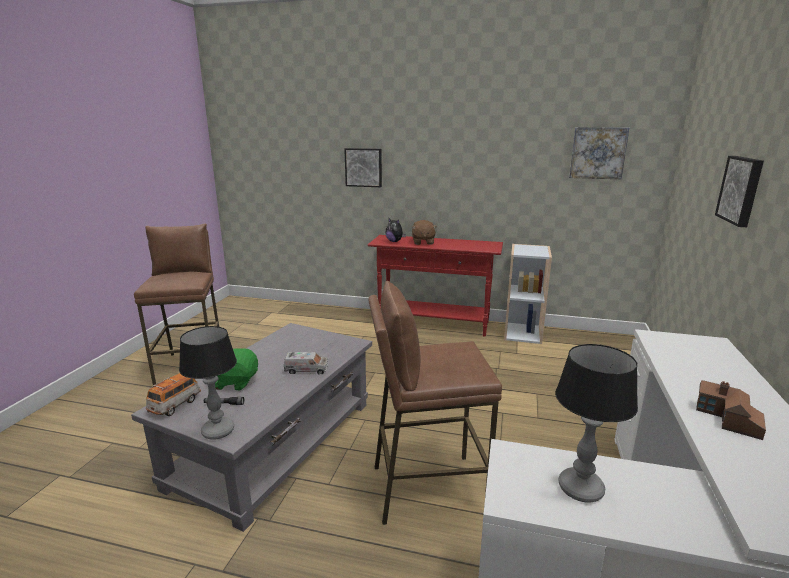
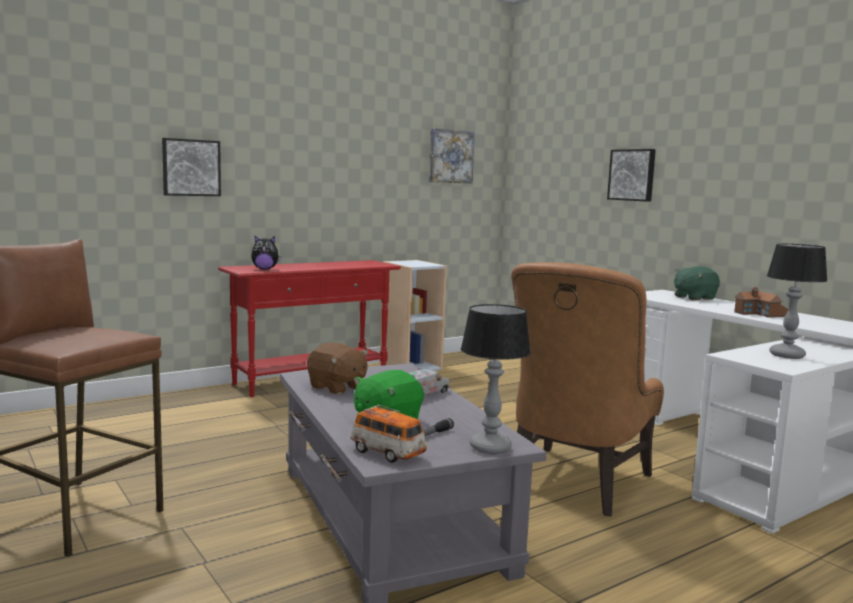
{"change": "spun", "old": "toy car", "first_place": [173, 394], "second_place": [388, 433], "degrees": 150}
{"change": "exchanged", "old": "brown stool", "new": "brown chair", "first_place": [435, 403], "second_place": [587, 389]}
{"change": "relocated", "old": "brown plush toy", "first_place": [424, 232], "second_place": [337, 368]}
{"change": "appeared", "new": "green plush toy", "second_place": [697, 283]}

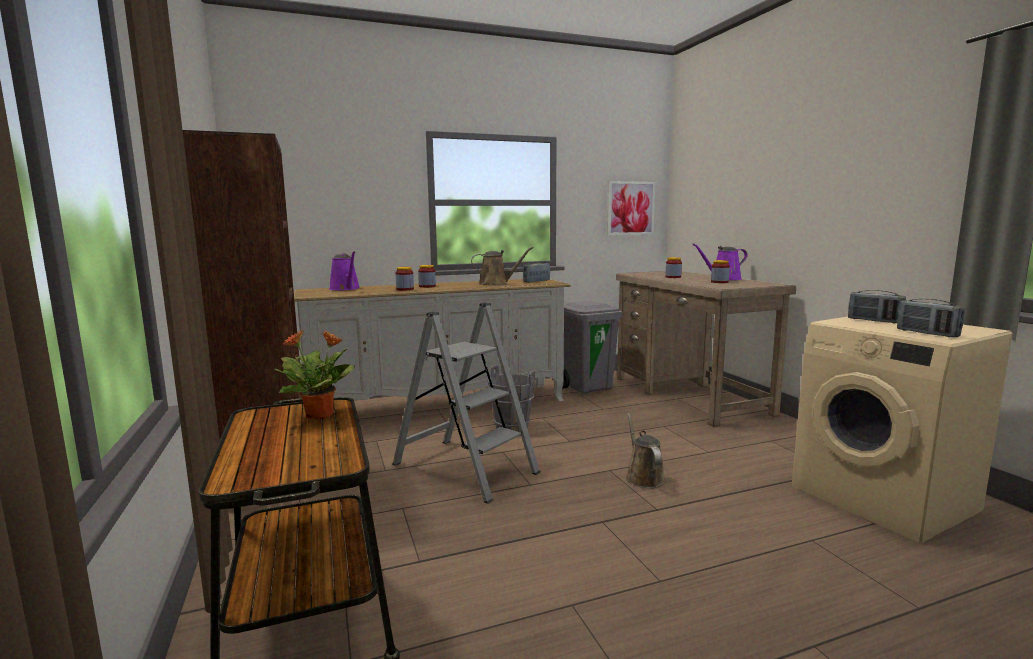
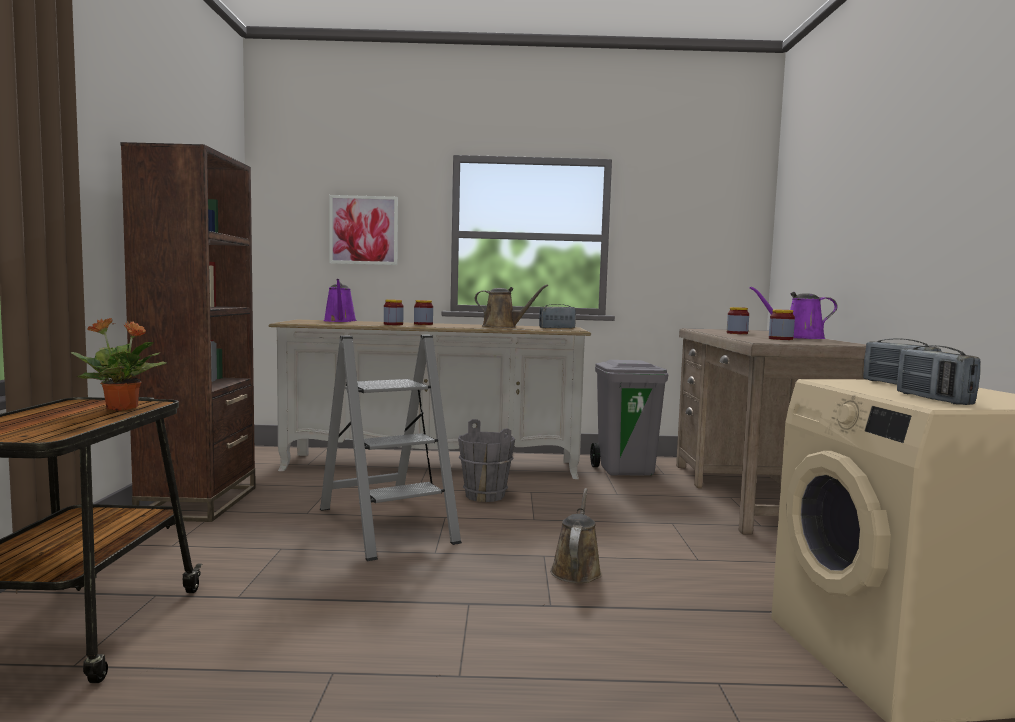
{"change": "relocated", "old": "picture", "first_place": [631, 208], "second_place": [363, 230]}

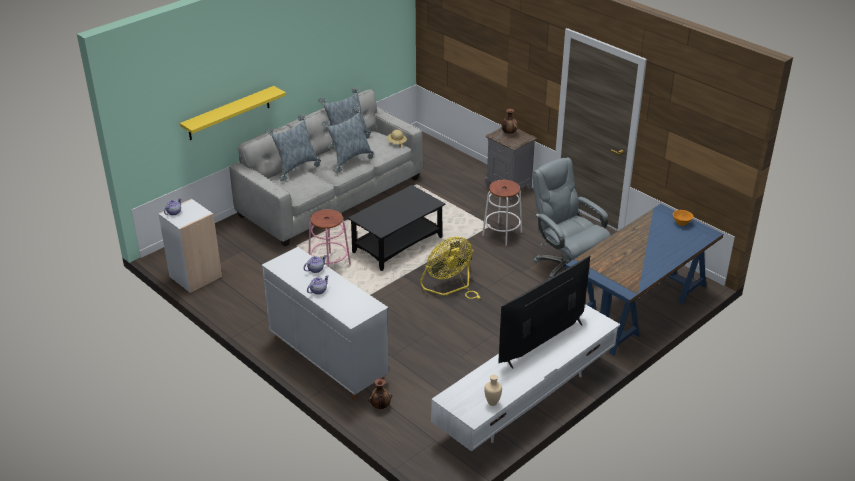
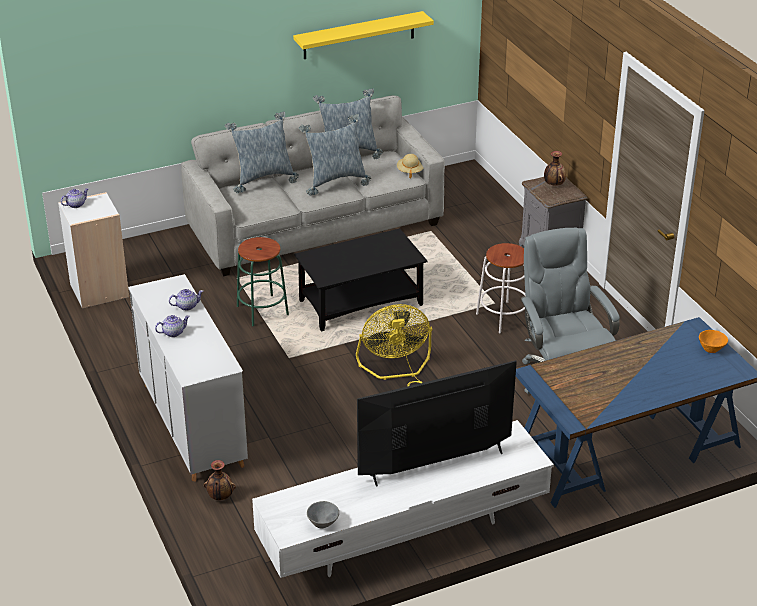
{"change": "relocated", "old": "yellow shelf", "first_place": [233, 113], "second_place": [363, 35]}
{"change": "colour", "old": "pink stool", "new": "green stool", "first_place": [330, 238], "second_place": [263, 282]}
{"change": "exchanged", "old": "beige vase", "new": "grey bowl", "first_place": [493, 390], "second_place": [323, 515]}

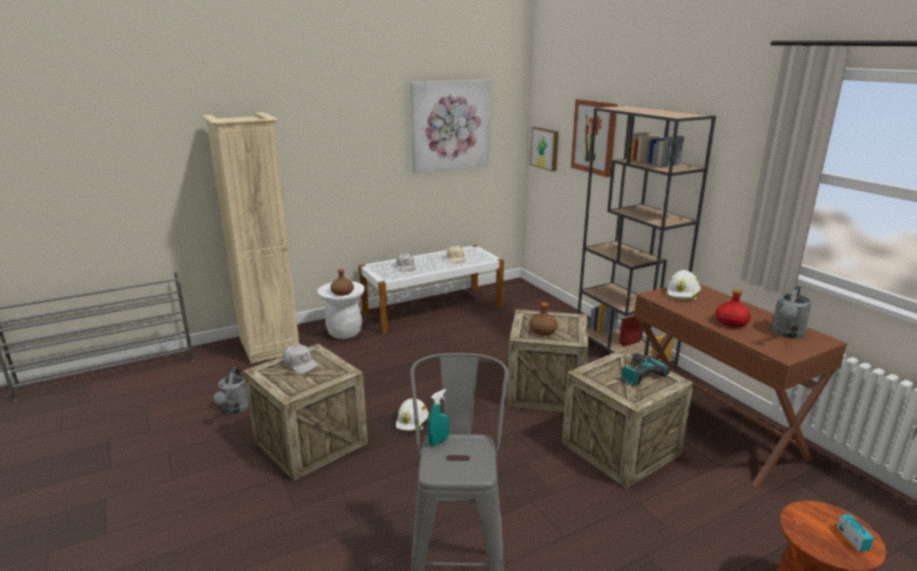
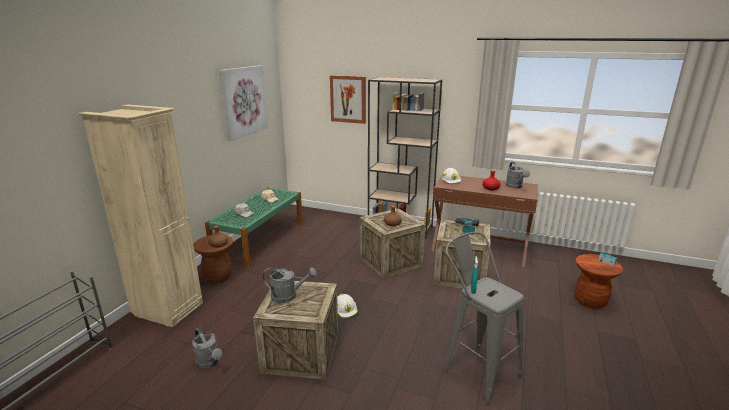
{"change": "exchanged", "old": "white cap", "new": "grey watering can", "first_place": [301, 359], "second_place": [290, 285]}
{"change": "colour", "old": "white stool", "new": "brown stool", "first_place": [341, 310], "second_place": [213, 259]}
{"change": "colour", "old": "white bench", "new": "green bench", "first_place": [431, 289], "second_place": [254, 227]}
{"change": "missing", "old": "picture", "first_place": [544, 149]}

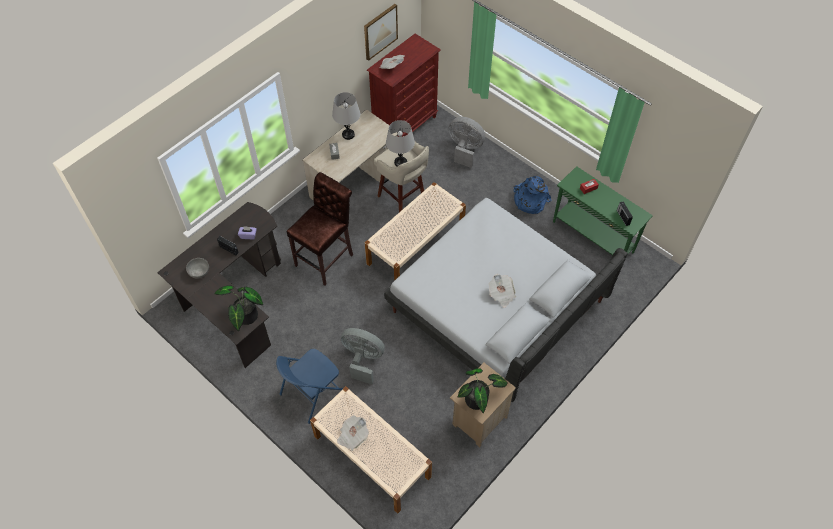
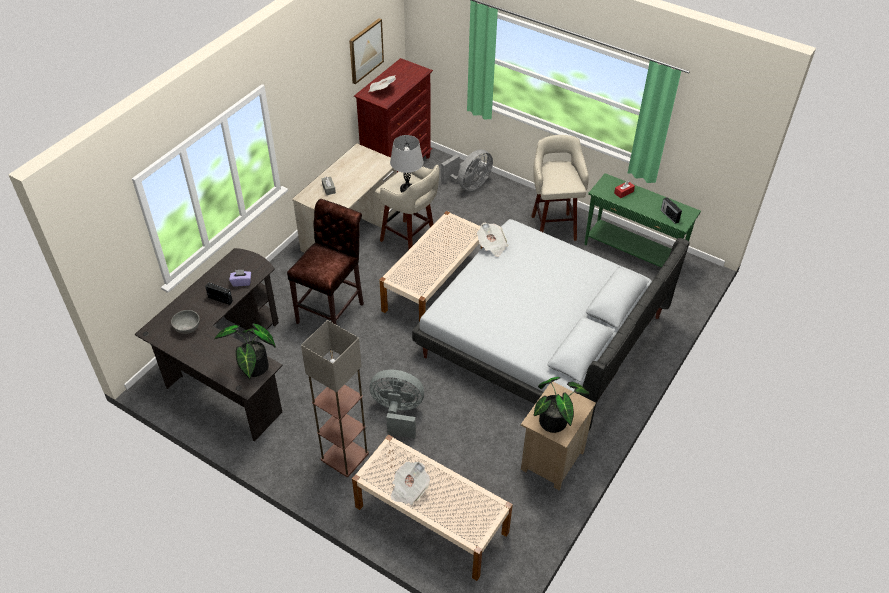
{"change": "exchanged", "old": "blue chair", "new": "floor lamp", "first_place": [309, 386], "second_place": [335, 398]}
{"change": "missing", "old": "grey table lamp", "first_place": [346, 116]}
{"change": "spun", "old": "grey fan", "first_place": [466, 142], "second_place": [467, 170], "degrees": 120}
{"change": "relocated", "old": "newspaper", "first_place": [502, 290], "second_place": [492, 239]}
{"change": "exchanged", "old": "blue backpack", "new": "beige stool", "first_place": [532, 195], "second_place": [560, 188]}

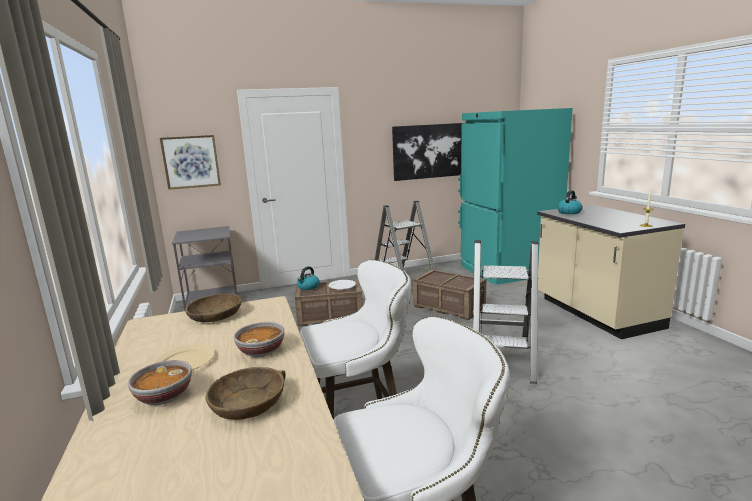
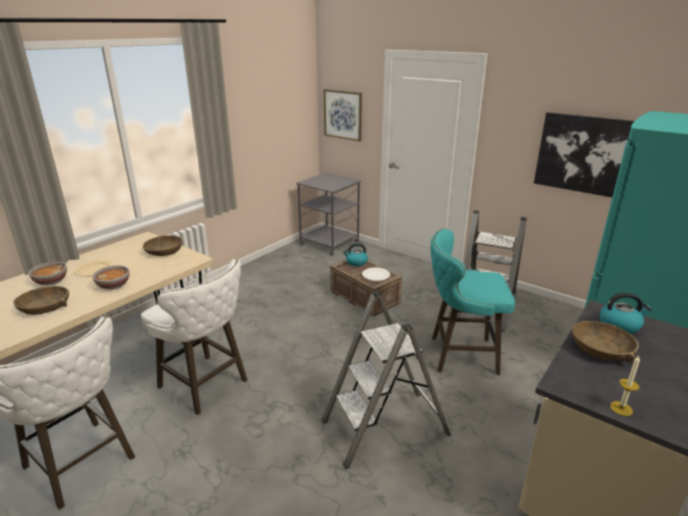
{"change": "exchanged", "old": "crate", "new": "turquoise stool", "first_place": [449, 294], "second_place": [473, 302]}
{"change": "appeared", "new": "brown bowl", "second_place": [605, 342]}

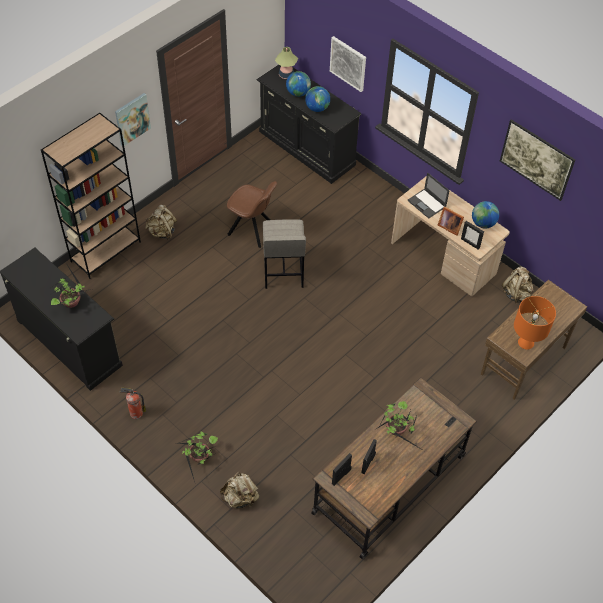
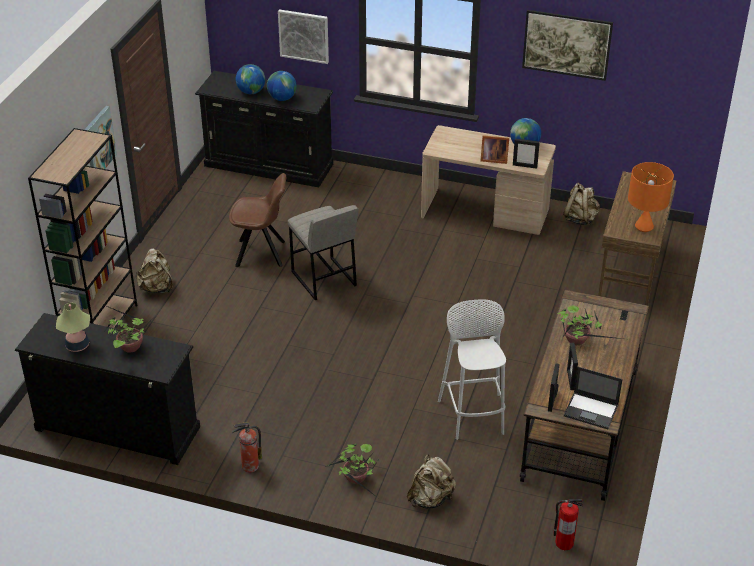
{"change": "relocated", "old": "table lamp", "first_place": [286, 63], "second_place": [73, 327]}
{"change": "relocated", "old": "laptop", "first_place": [429, 195], "second_place": [593, 398]}
{"change": "appeared", "new": "white stool", "second_place": [472, 369]}
{"change": "appeared", "new": "fire extinguisher", "second_place": [568, 524]}

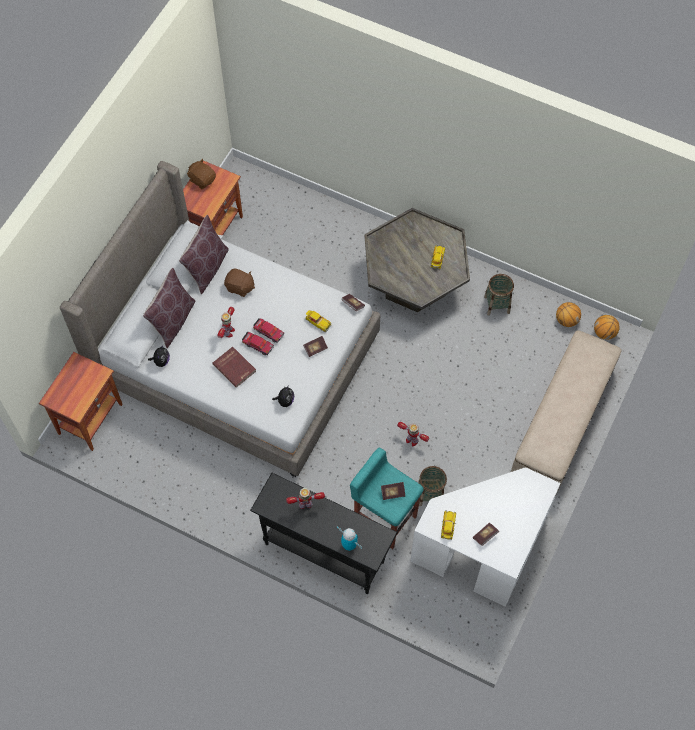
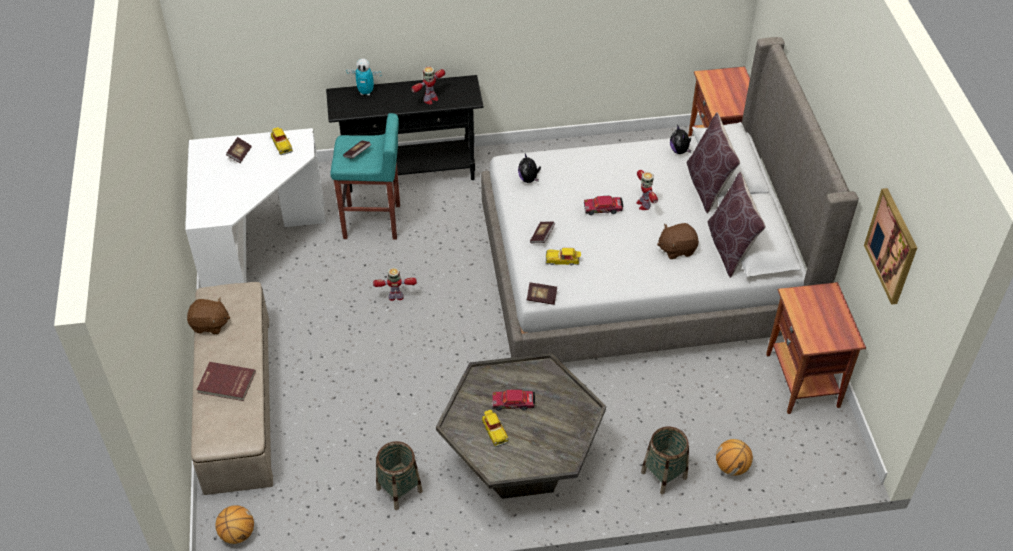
{"change": "relocated", "old": "brown plush toy", "first_place": [201, 174], "second_place": [208, 316]}
{"change": "relocated", "old": "red book", "first_place": [234, 367], "second_place": [226, 381]}
{"change": "relocated", "old": "toy car", "first_place": [268, 330], "second_place": [513, 400]}
{"change": "relocated", "old": "basket", "first_place": [432, 486], "second_place": [665, 461]}
{"change": "relocated", "old": "basketball", "first_place": [568, 314], "second_place": [734, 457]}
{"change": "appeared", "new": "picture", "second_place": [890, 246]}

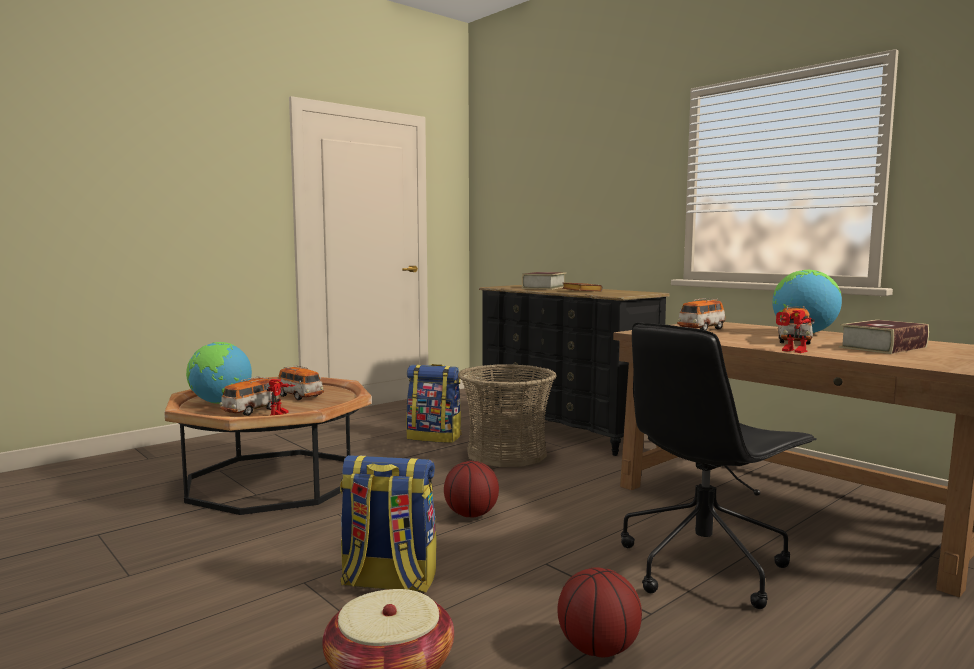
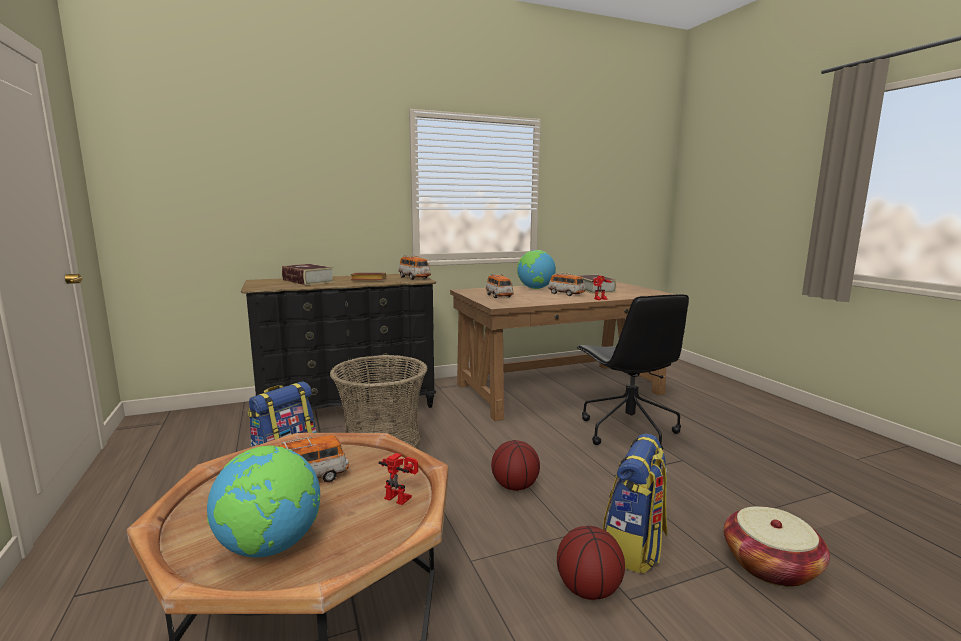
{"change": "relocated", "old": "toy car", "first_place": [249, 396], "second_place": [414, 267]}
{"change": "relocated", "old": "basketball", "first_place": [599, 612], "second_place": [591, 563]}

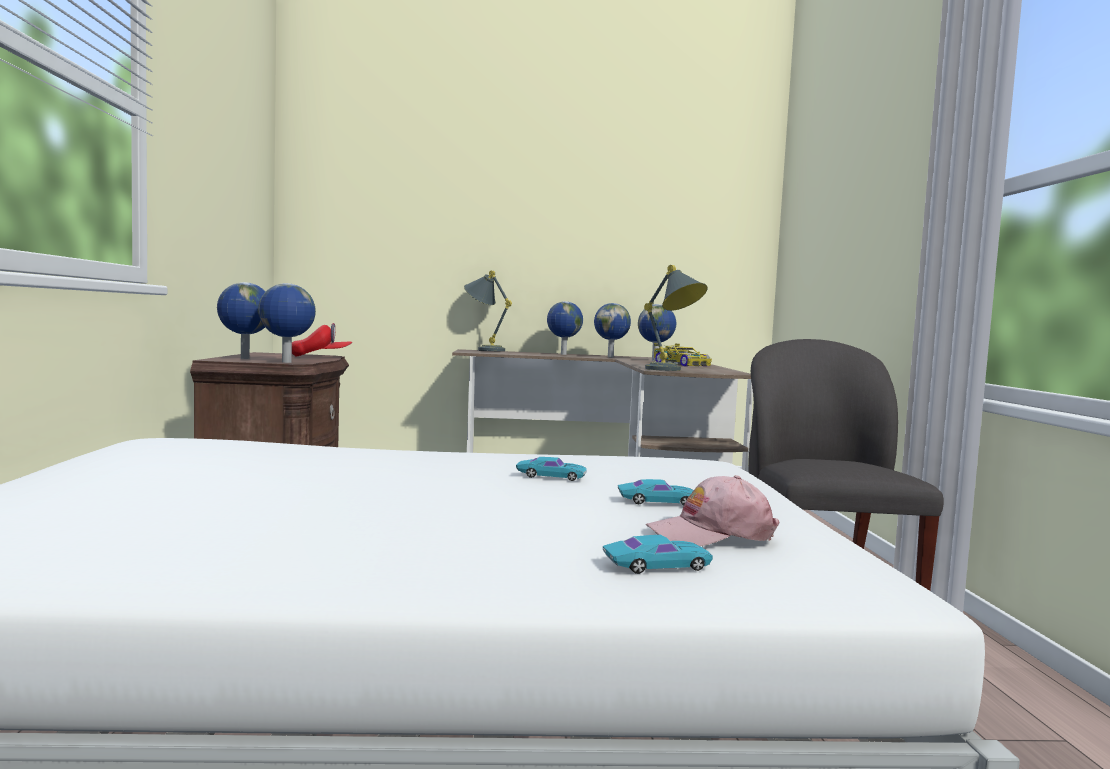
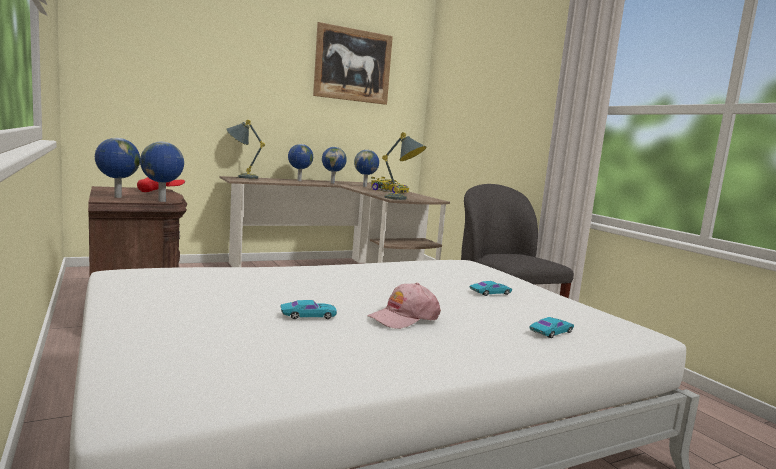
{"change": "relocated", "old": "turquoise toy car", "first_place": [551, 469], "second_place": [308, 309]}
{"change": "relocated", "old": "pink cap", "first_place": [713, 510], "second_place": [404, 306]}
{"change": "appeared", "new": "picture", "second_place": [353, 63]}

